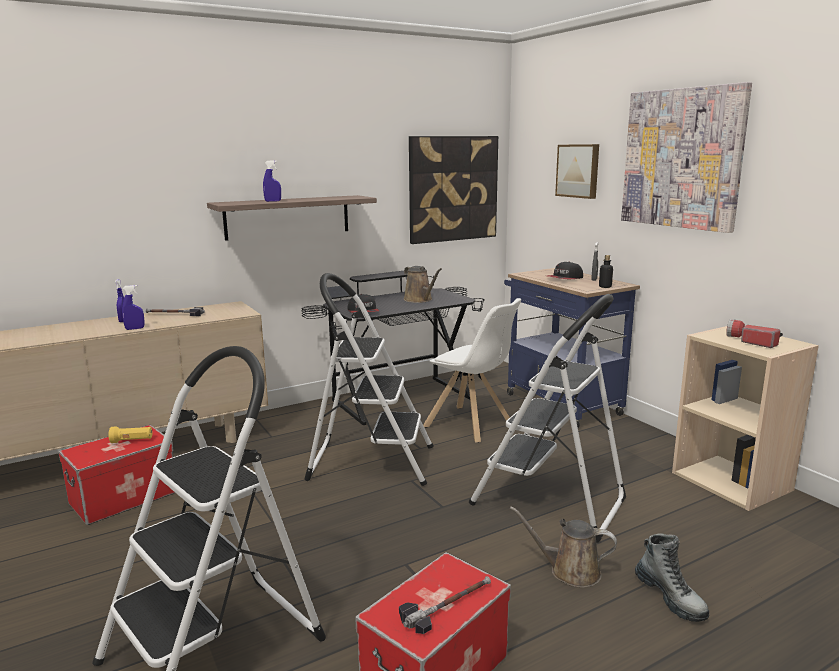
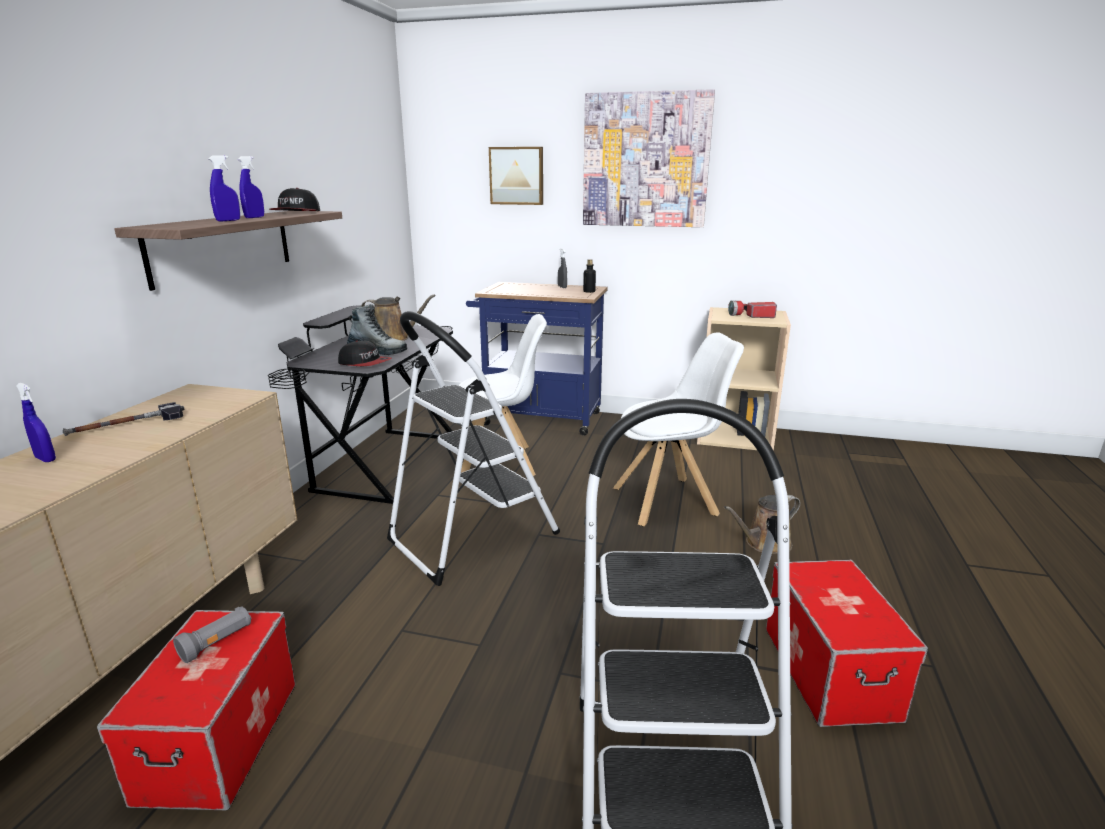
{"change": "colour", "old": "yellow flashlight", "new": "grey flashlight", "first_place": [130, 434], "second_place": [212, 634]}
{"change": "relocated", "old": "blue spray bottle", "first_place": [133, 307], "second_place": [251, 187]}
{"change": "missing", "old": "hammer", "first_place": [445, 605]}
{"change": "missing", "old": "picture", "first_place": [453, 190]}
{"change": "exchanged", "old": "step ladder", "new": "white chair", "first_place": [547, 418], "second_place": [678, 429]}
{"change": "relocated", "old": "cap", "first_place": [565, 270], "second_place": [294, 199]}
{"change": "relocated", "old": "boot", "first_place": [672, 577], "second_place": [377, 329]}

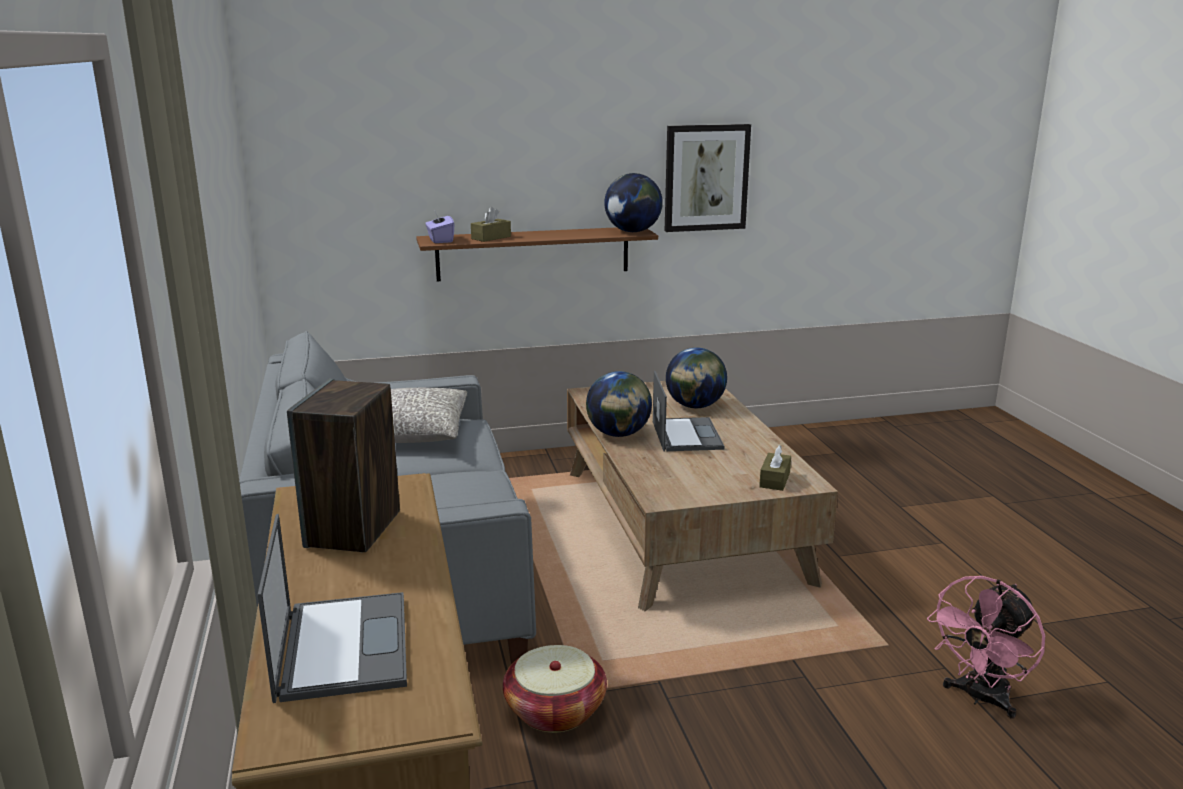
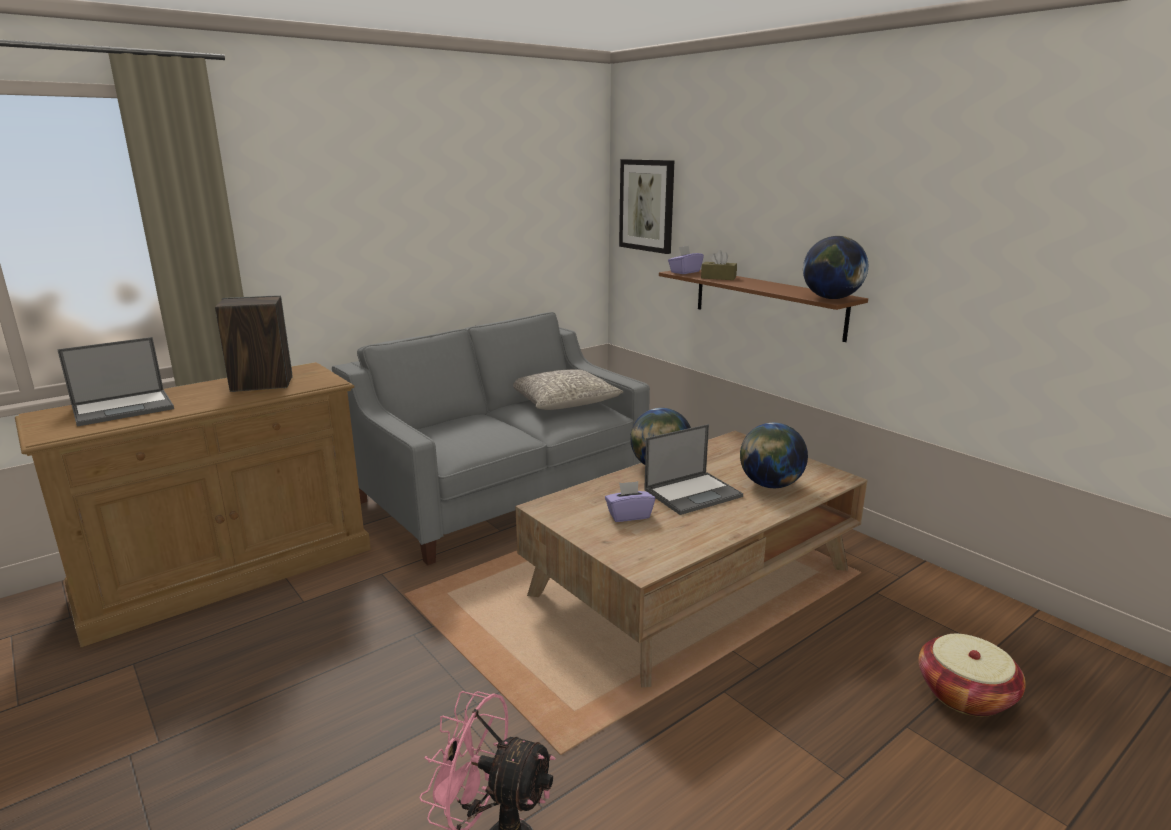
{"change": "relocated", "old": "basket", "first_place": [555, 689], "second_place": [972, 675]}
{"change": "relocated", "old": "picture", "first_place": [708, 178], "second_place": [647, 206]}
{"change": "missing", "old": "brown tissue box", "first_place": [775, 468]}
{"change": "appeared", "new": "purple tissue box", "second_place": [630, 501]}

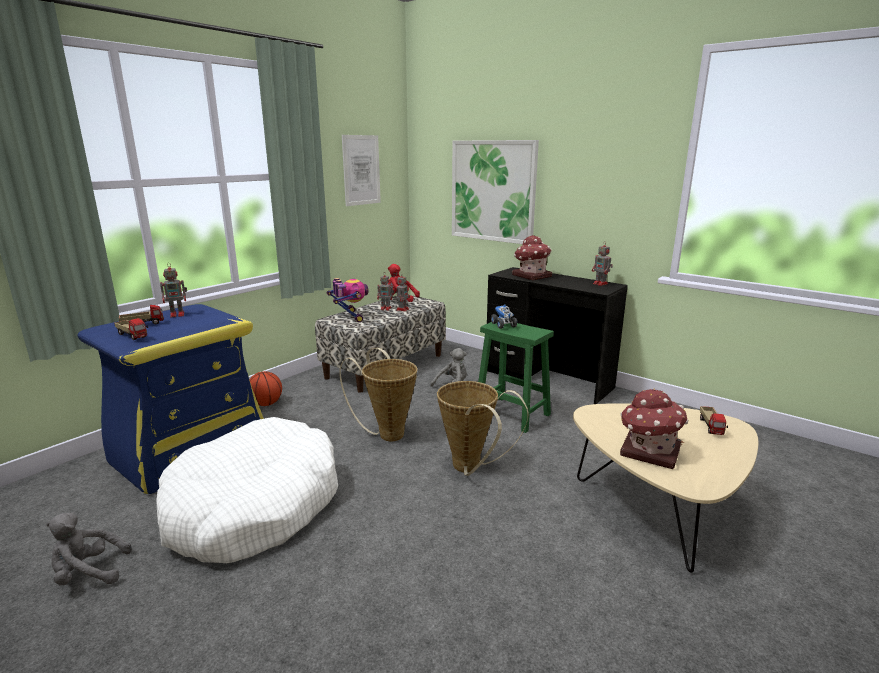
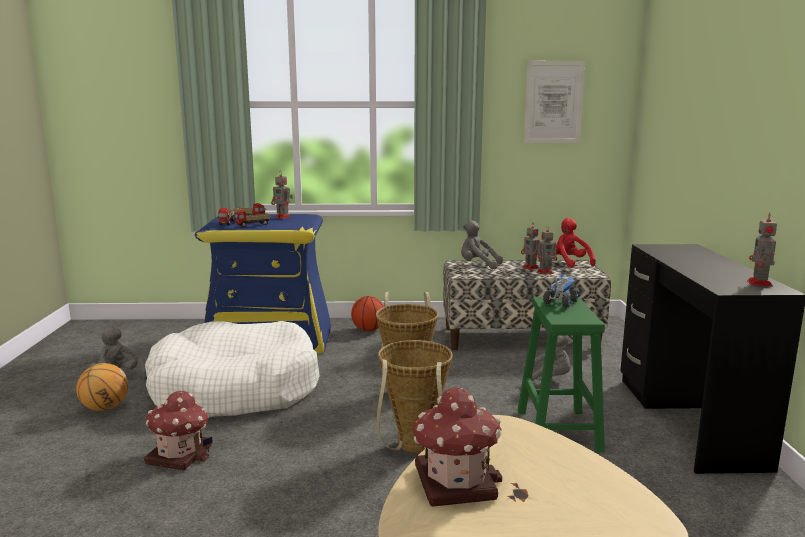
{"change": "exchanged", "old": "toy robot", "new": "grey plush toy", "first_place": [348, 300], "second_place": [482, 244]}
{"change": "missing", "old": "picture", "first_place": [495, 192]}
{"change": "relocated", "old": "toy house", "first_place": [532, 257], "second_place": [178, 430]}
{"change": "relocated", "old": "toy truck", "first_place": [714, 420], "second_place": [252, 218]}
{"change": "appeared", "new": "basketball", "second_place": [102, 387]}

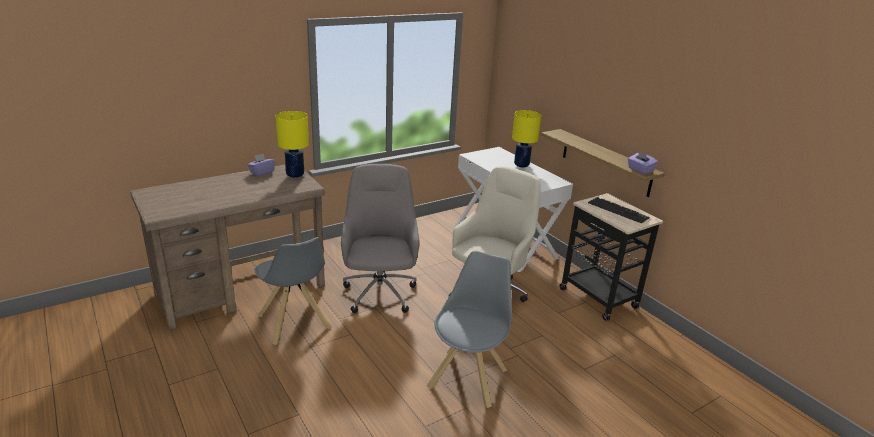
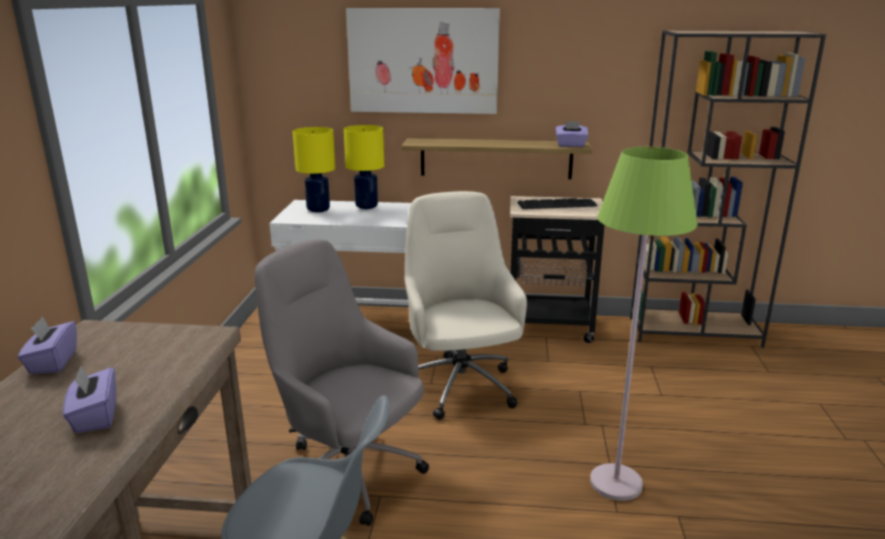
{"change": "relocated", "old": "yellow table lamp", "first_place": [292, 144], "second_place": [314, 169]}
{"change": "exchanged", "old": "grey chair", "new": "green floor lamp", "first_place": [469, 329], "second_place": [644, 324]}
{"change": "appeared", "new": "purple tissue box", "second_place": [89, 399]}
{"change": "appeared", "new": "picture", "second_place": [423, 61]}
{"change": "appeared", "new": "bookcase", "second_place": [728, 189]}

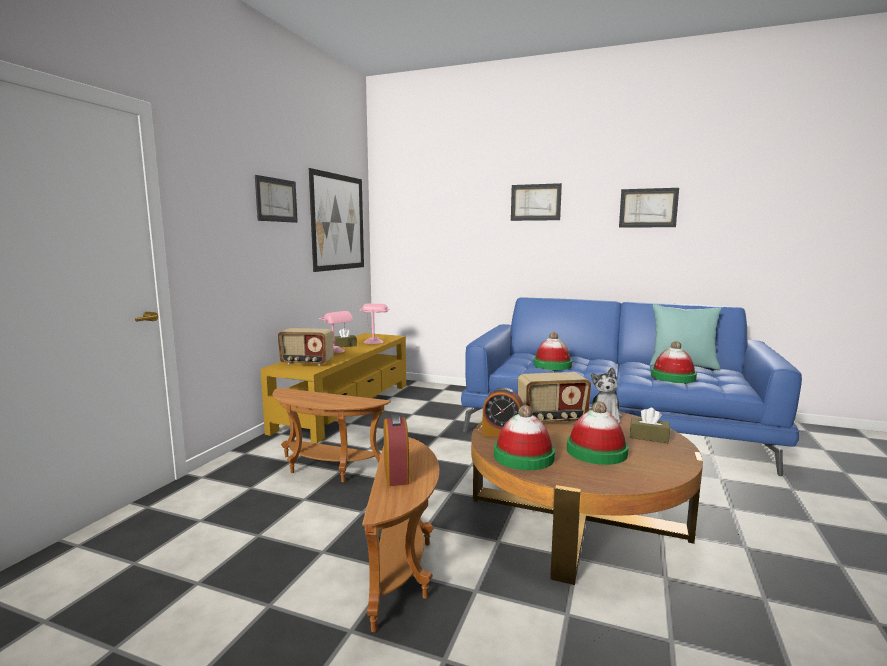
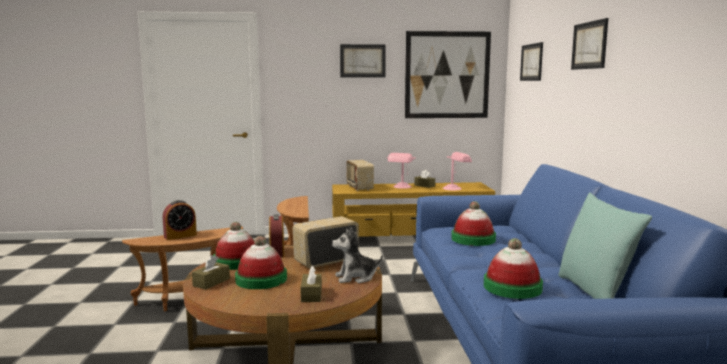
{"change": "spun", "old": "radio", "first_place": [554, 397], "second_place": [326, 242], "degrees": 90}
{"change": "relocated", "old": "picture", "first_place": [649, 208], "second_place": [531, 61]}
{"change": "appeared", "new": "brown tissue box", "second_place": [211, 272]}

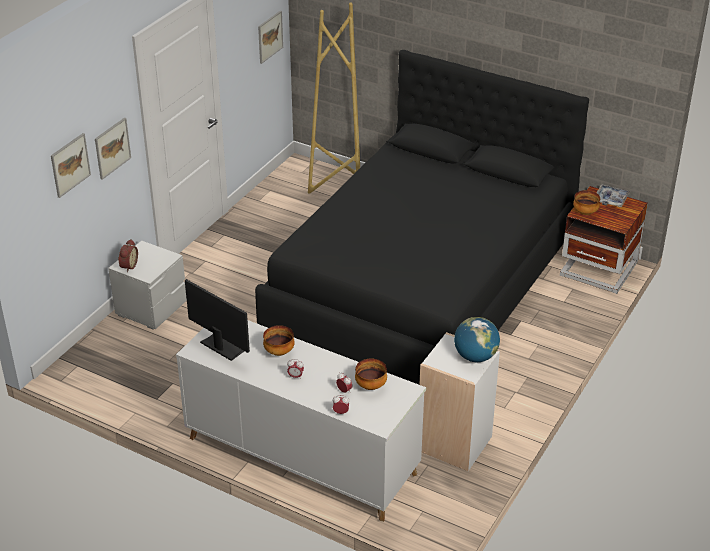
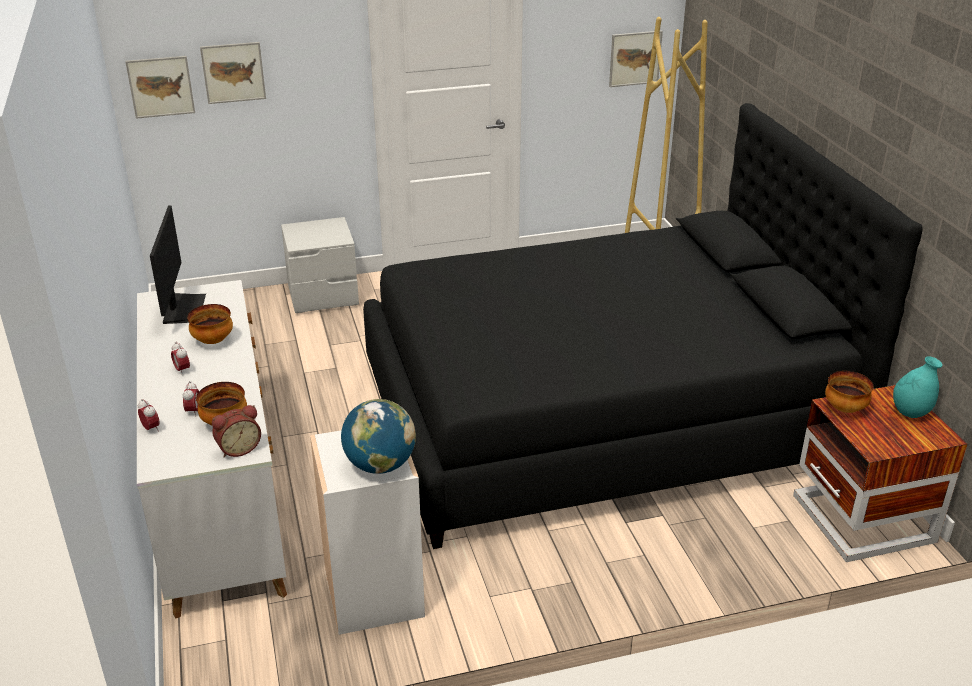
{"change": "relocated", "old": "picture", "first_place": [113, 149], "second_place": [160, 87]}
{"change": "relocated", "old": "alarm clock", "first_place": [128, 255], "second_place": [236, 431]}
{"change": "exchanged", "old": "tray", "new": "turquoise vase", "first_place": [614, 195], "second_place": [917, 387]}

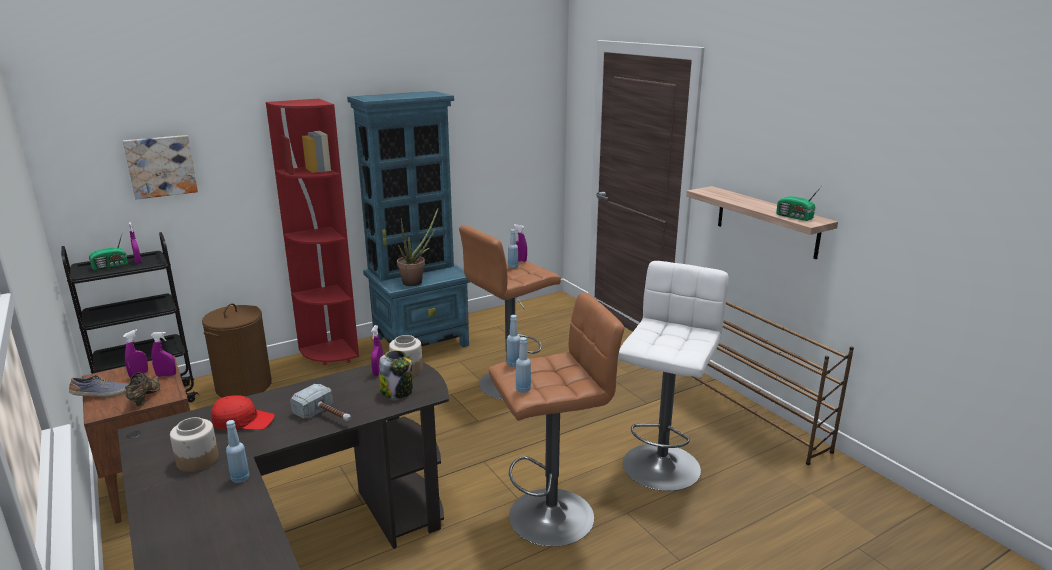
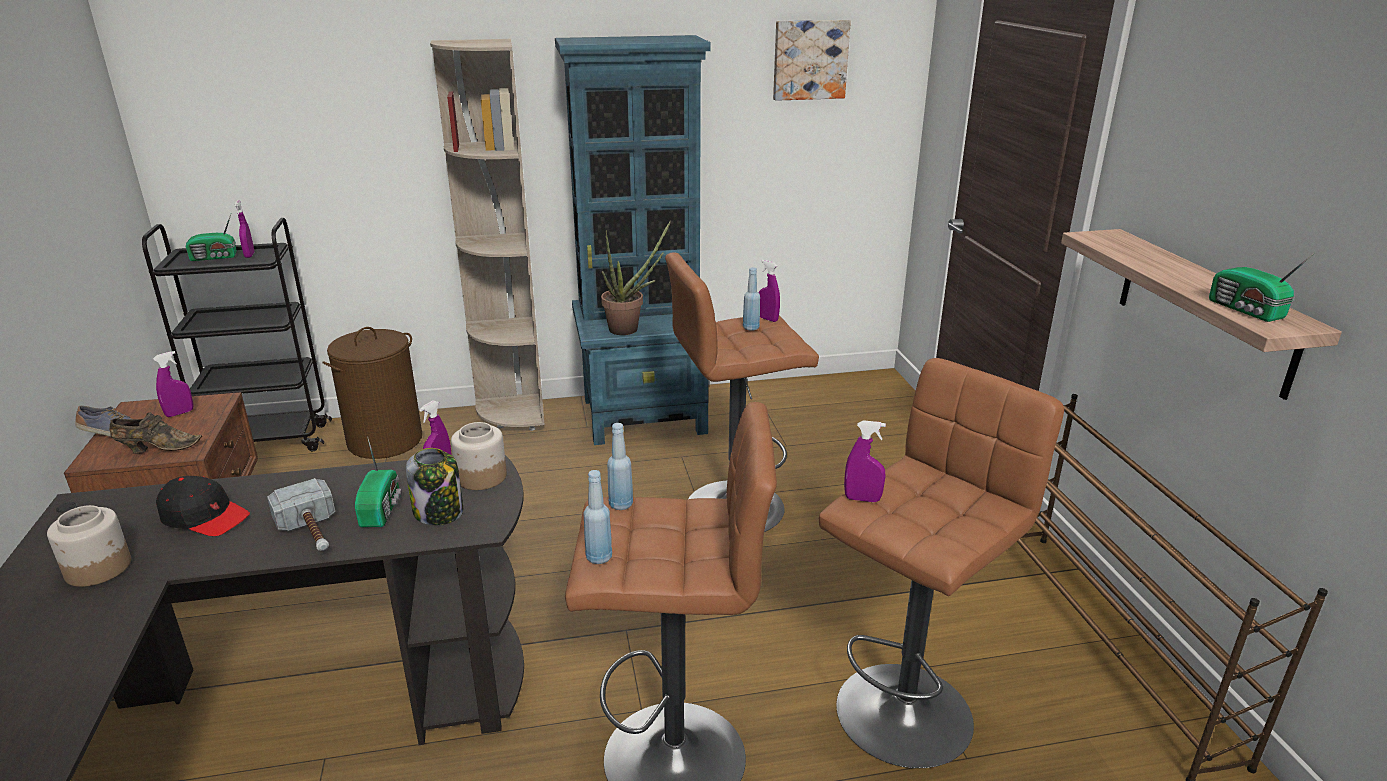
{"change": "relocated", "old": "picture", "first_place": [160, 167], "second_place": [812, 60]}
{"change": "spun", "old": "brown shoe", "first_place": [143, 389], "second_place": [155, 433], "degrees": 60}
{"change": "relocated", "old": "purple spray bottle", "first_place": [163, 354], "second_place": [865, 461]}
{"change": "colour", "old": "red cap", "new": "black cap", "first_place": [243, 412], "second_place": [203, 506]}
{"change": "missing", "old": "blue bottle", "first_place": [238, 451]}
{"change": "colour", "old": "red bookcase", "new": "beige bookcase", "first_place": [312, 231], "second_place": [487, 235]}
{"change": "colour", "old": "white stool", "new": "brown stool", "first_place": [673, 376], "second_place": [941, 563]}
{"change": "appeared", "new": "radio", "second_place": [378, 482]}

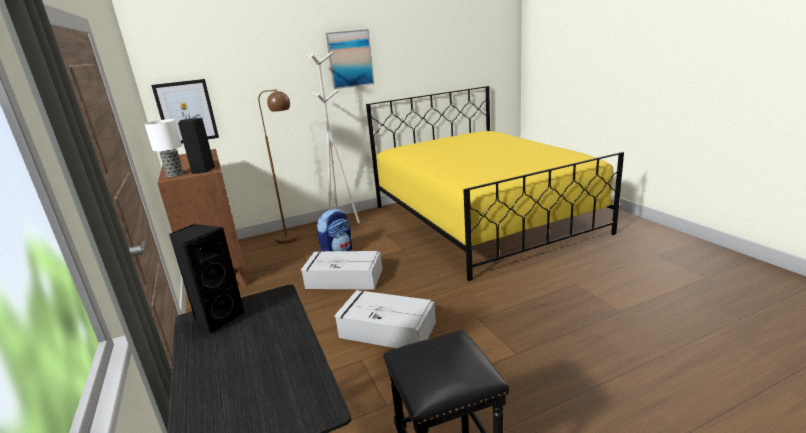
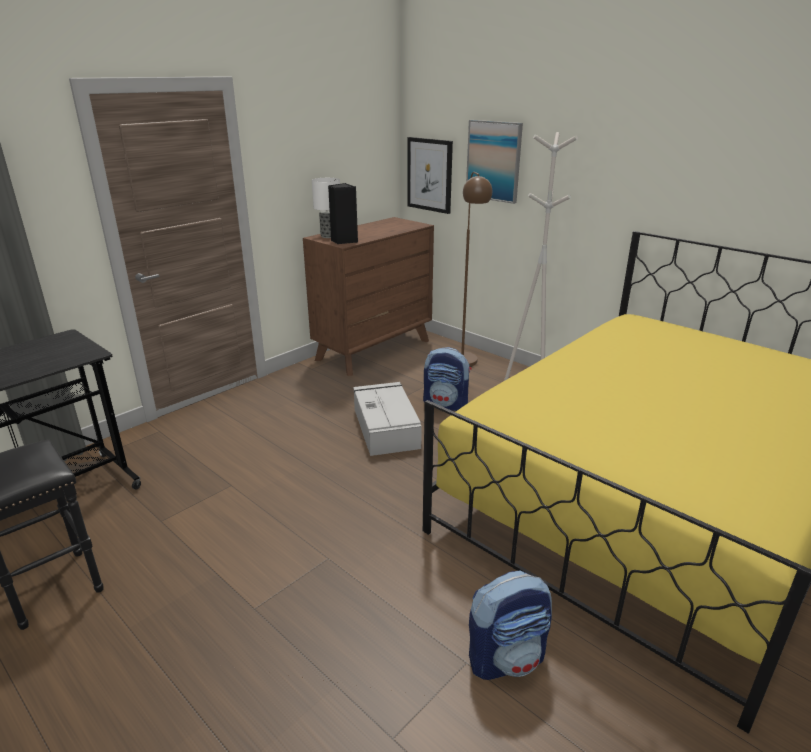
{"change": "missing", "old": "black speaker", "first_place": [207, 279]}
{"change": "relocated", "old": "picture", "first_place": [350, 59], "second_place": [494, 162]}
{"change": "missing", "old": "grey storage box", "first_place": [385, 319]}
{"change": "appeared", "new": "backpack", "second_place": [510, 625]}

